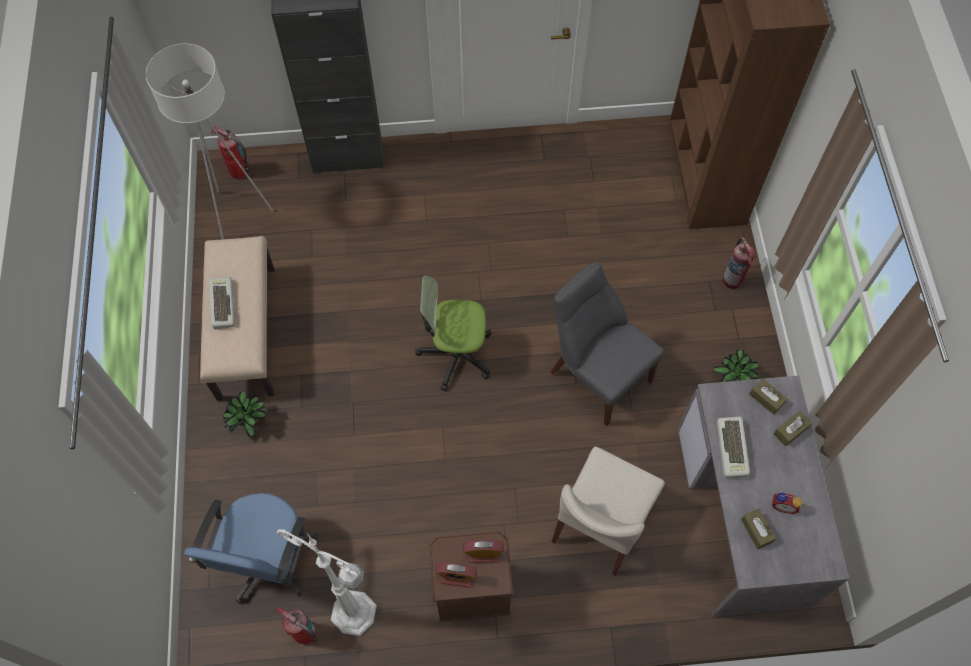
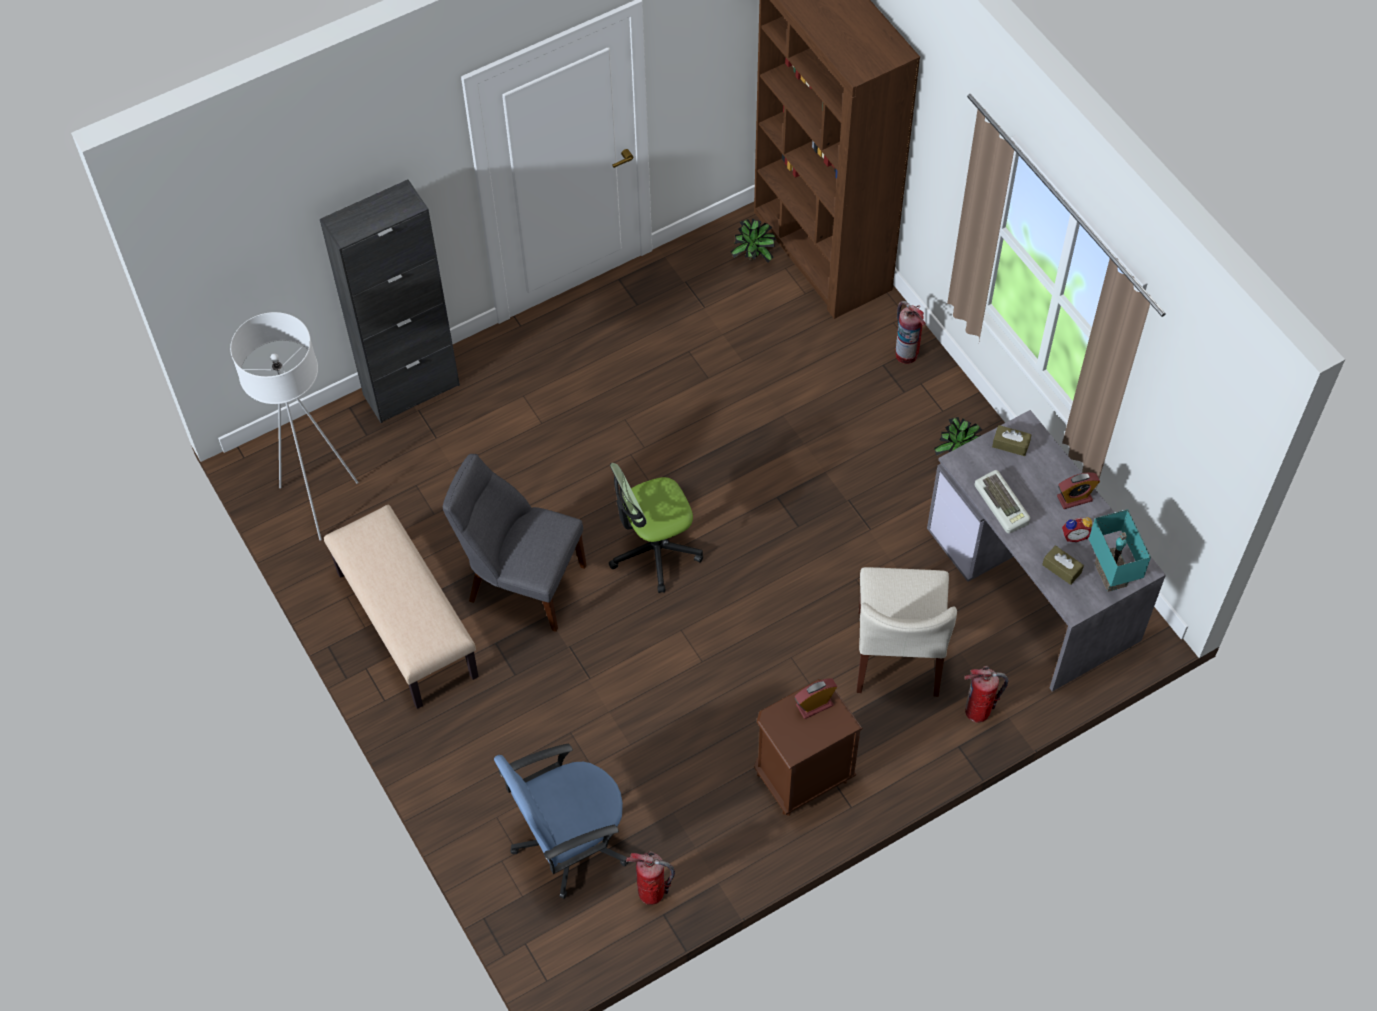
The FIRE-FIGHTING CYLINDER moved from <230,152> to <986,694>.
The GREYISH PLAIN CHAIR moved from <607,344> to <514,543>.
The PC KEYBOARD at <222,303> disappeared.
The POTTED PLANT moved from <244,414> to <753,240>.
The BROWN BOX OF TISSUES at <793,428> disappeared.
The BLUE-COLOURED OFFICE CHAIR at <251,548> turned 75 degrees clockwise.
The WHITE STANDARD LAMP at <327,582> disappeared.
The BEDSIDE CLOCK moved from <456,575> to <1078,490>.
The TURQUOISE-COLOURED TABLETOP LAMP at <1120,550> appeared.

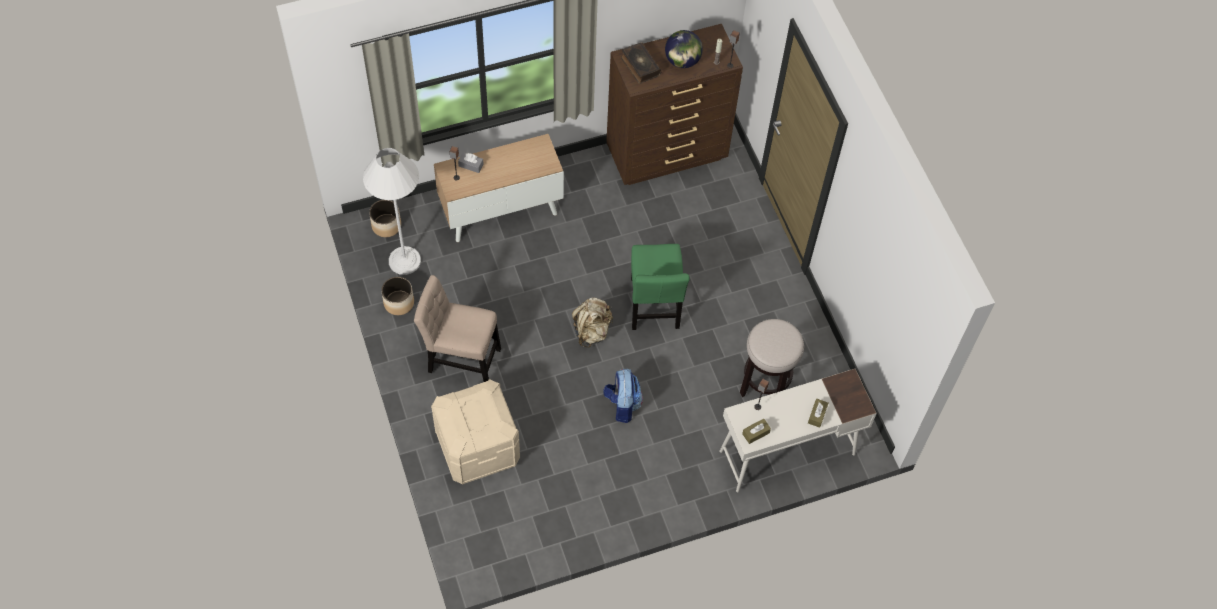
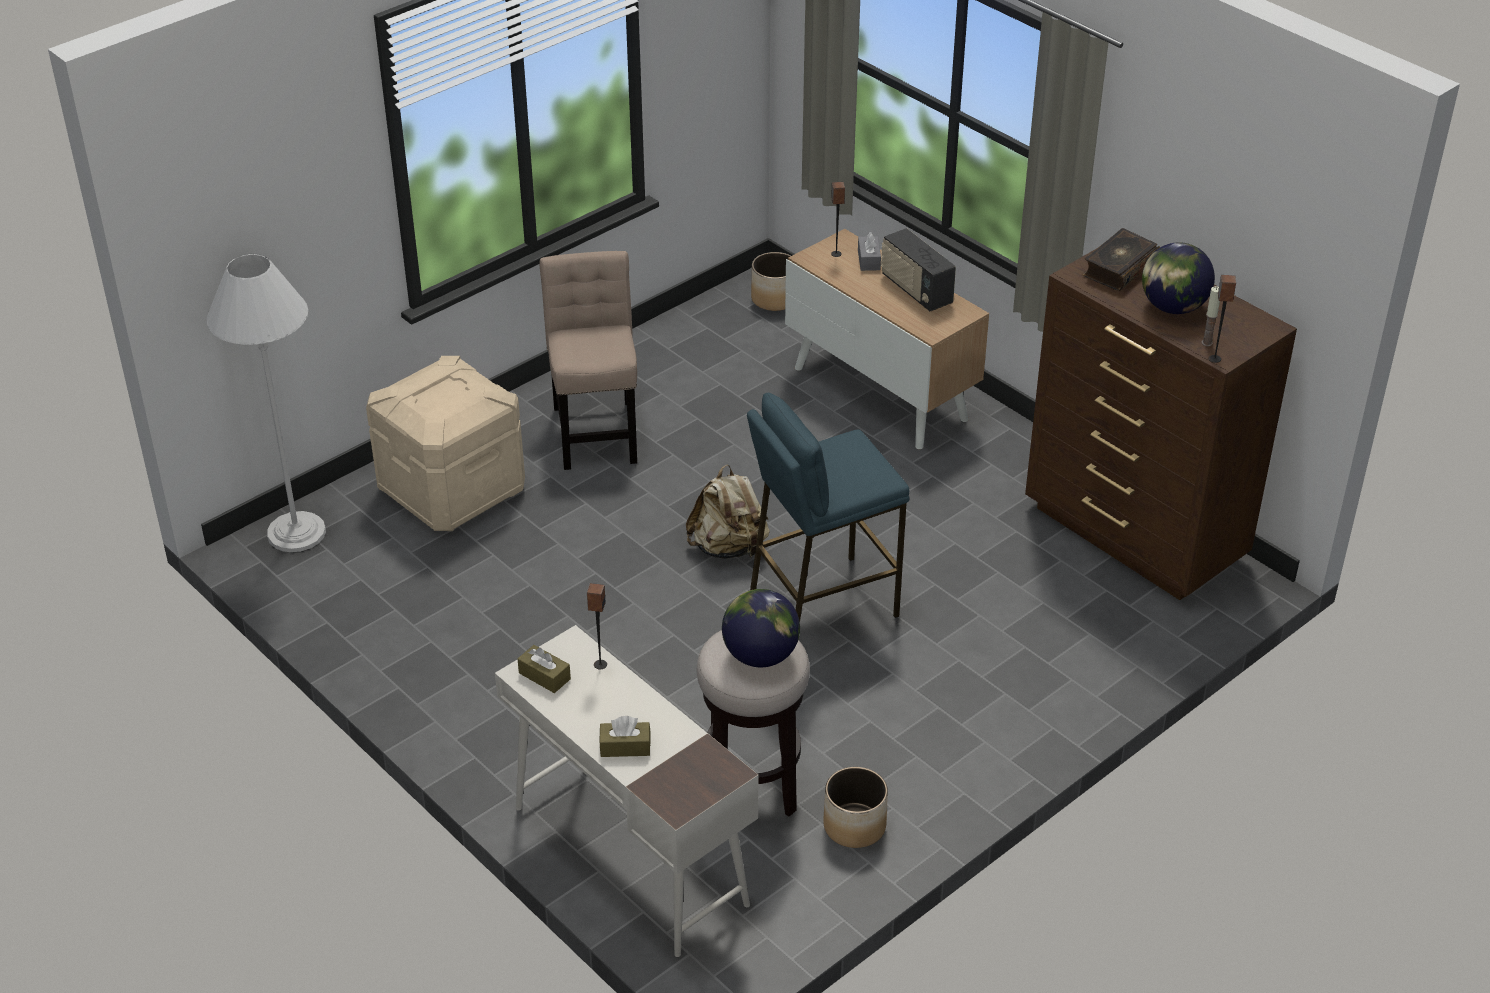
The WHITE STANDARD LAMP moved from <392,211> to <266,403>.
The GREEN-COLOURED PLAIN CHAIR at <660,287> was replaced by the BLUE-COLOURED STOOL SEAT at <828,507>.
The PLANT POT moved from <397,296> to <855,807>.
The KNAPSACK at <623,396> disappeared.
The RADIO RECEIVER at <918,270> appeared.
The GLOBE at <761,628> appeared.

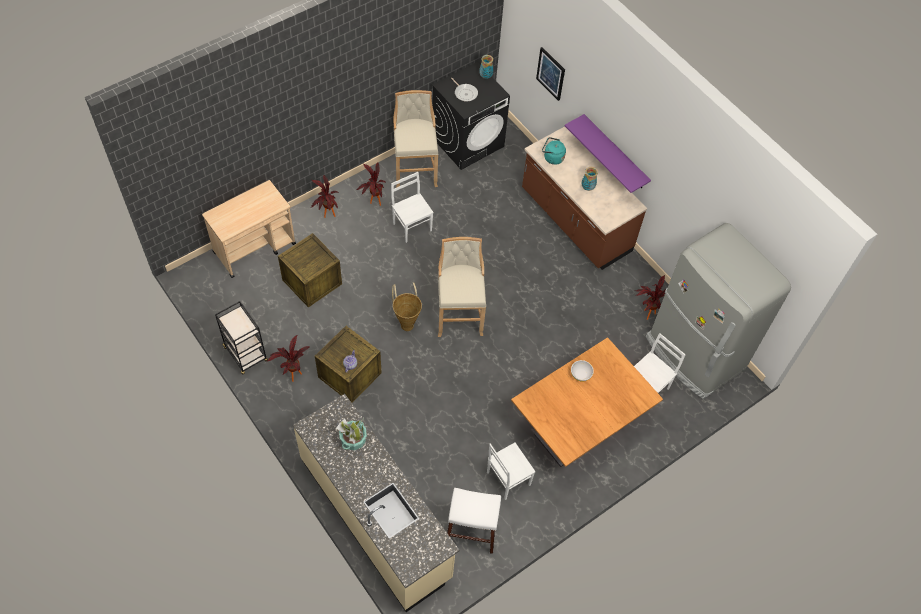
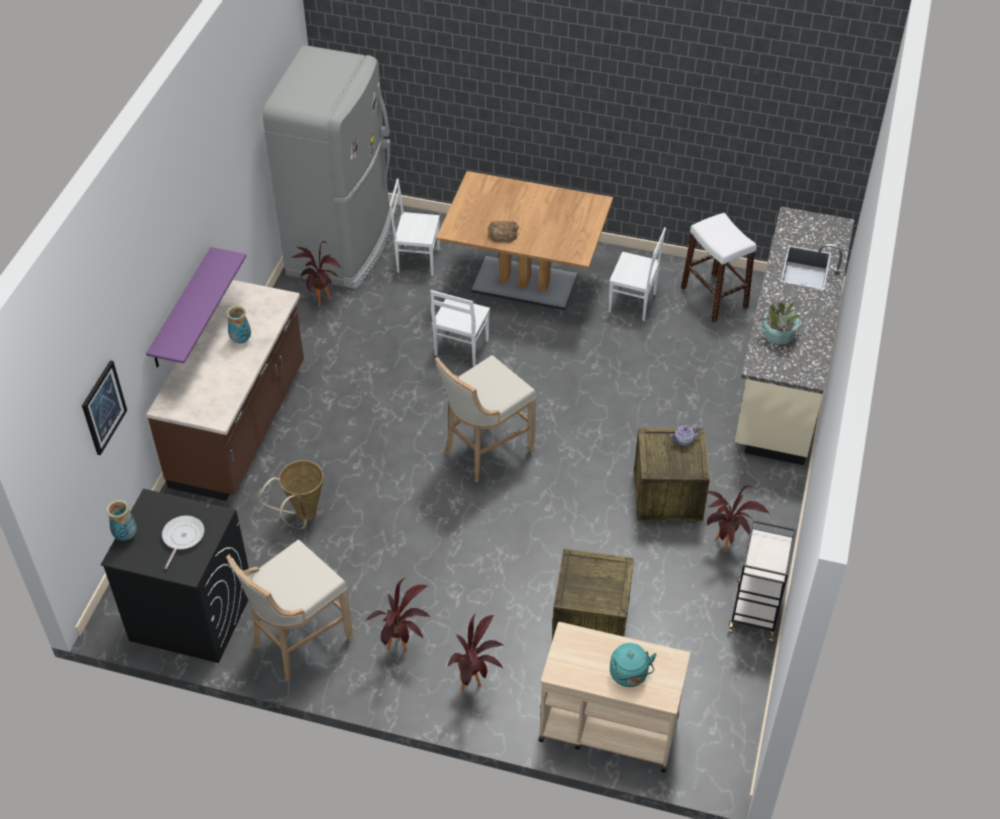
The TURQUOISE-COLOURED KETTLE moved from <554,151> to <633,665>.
The WHITE PLAIN CHAIR moved from <412,207> to <460,328>.
The STORAGE BASKET moved from <407,306> to <291,494>.
The WHITE SERVING BOWL at <582,371> was replaced by the BAKERY BREAD at <503,231>.

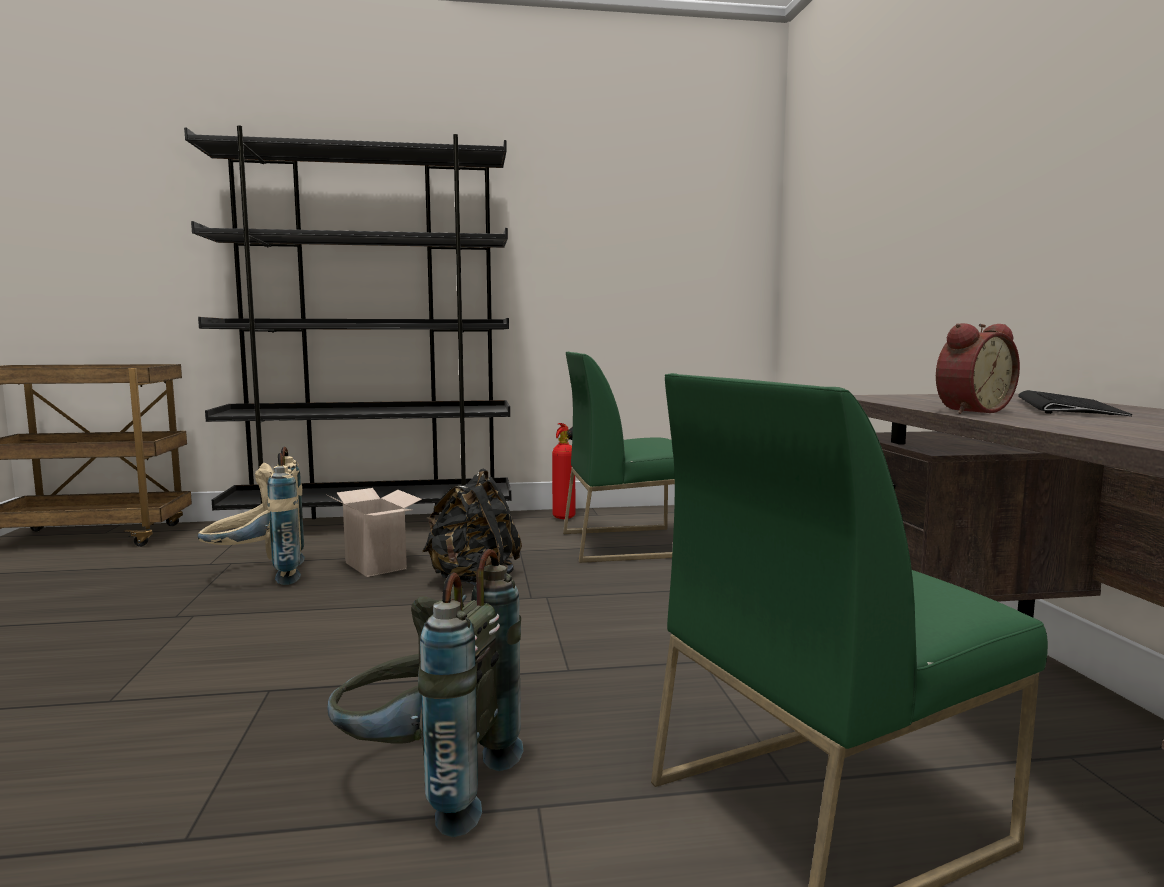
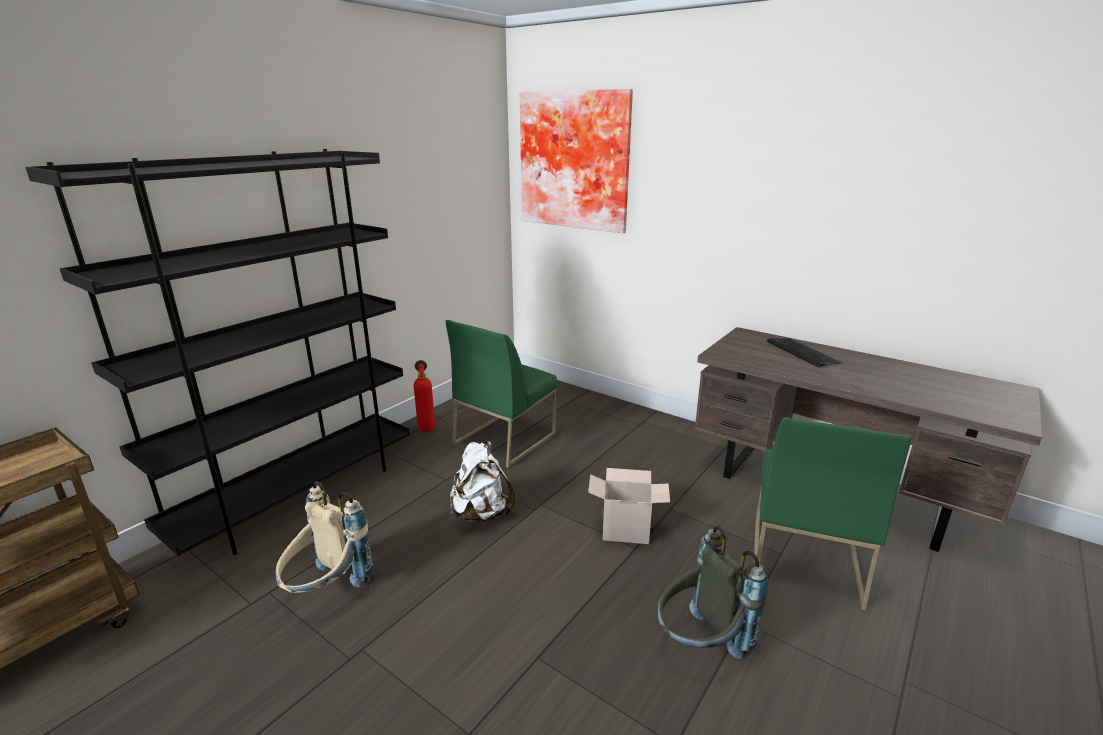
The BEDSIDE CLOCK at <978,368> disappeared.
The BLACKISH KNAPSACK at <472,527> became the WHITE KNAPSACK at <482,481>.
The PACKING BOX moved from <374,532> to <629,506>.
The WALL PICTURE at <576,161> appeared.

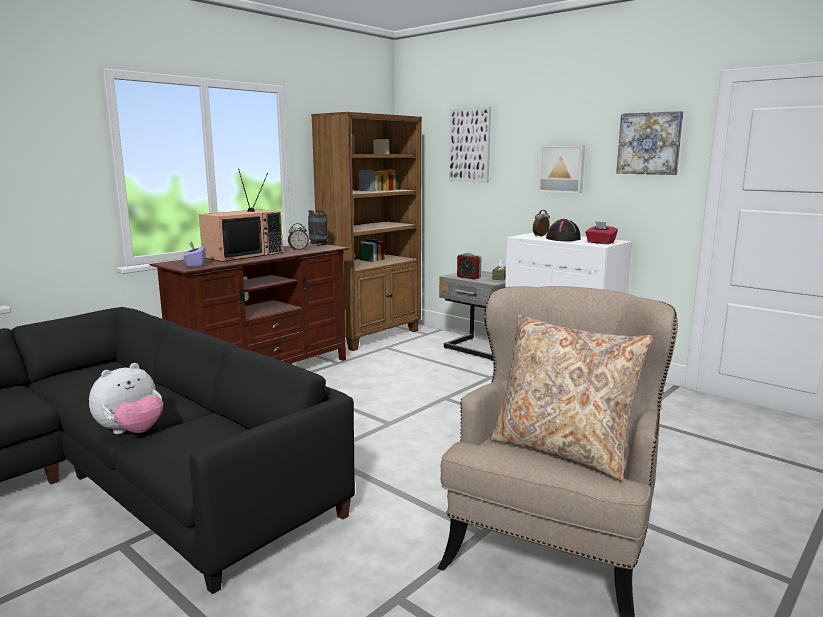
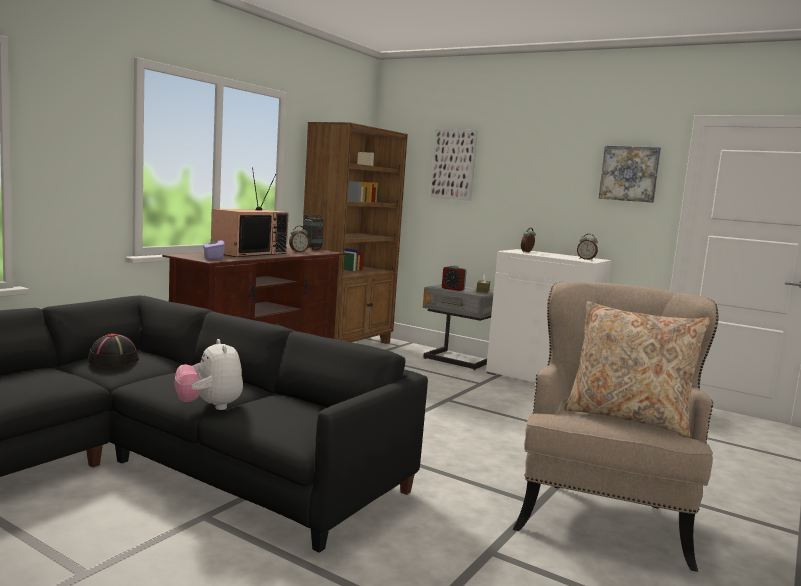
The WALL PICTURE at <561,169> disappeared.
The BLACKISH HAT moved from <563,230> to <113,350>.
The REDDISH BOX OF TISSUES at <601,232> was replaced by the BEDSIDE CLOCK at <587,247>.
The CUDDLY TOY at <126,398> turned 120 degrees clockwise.

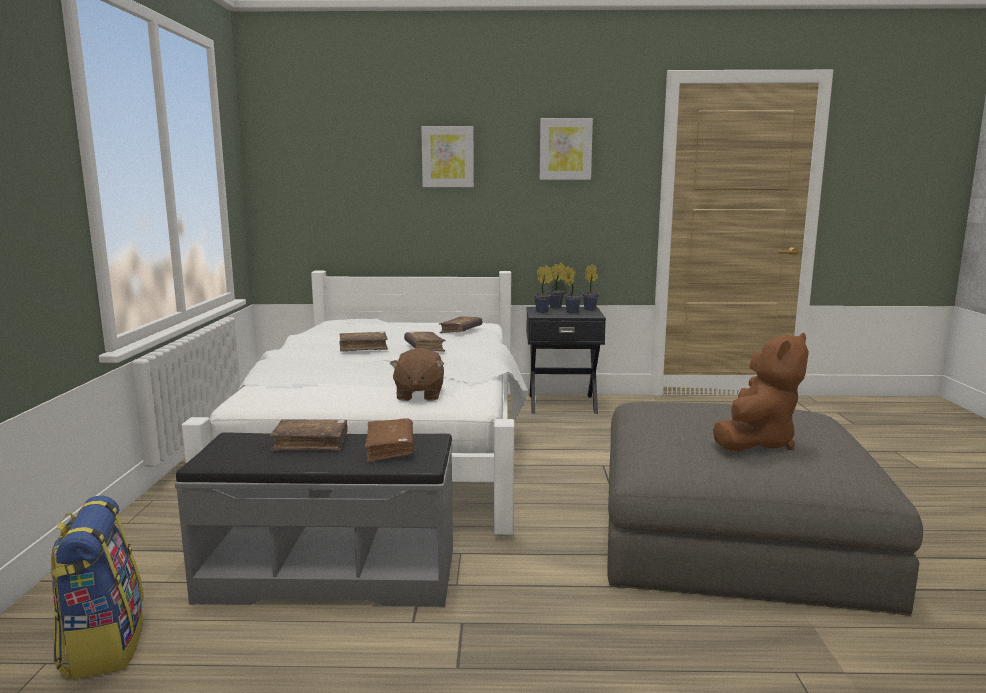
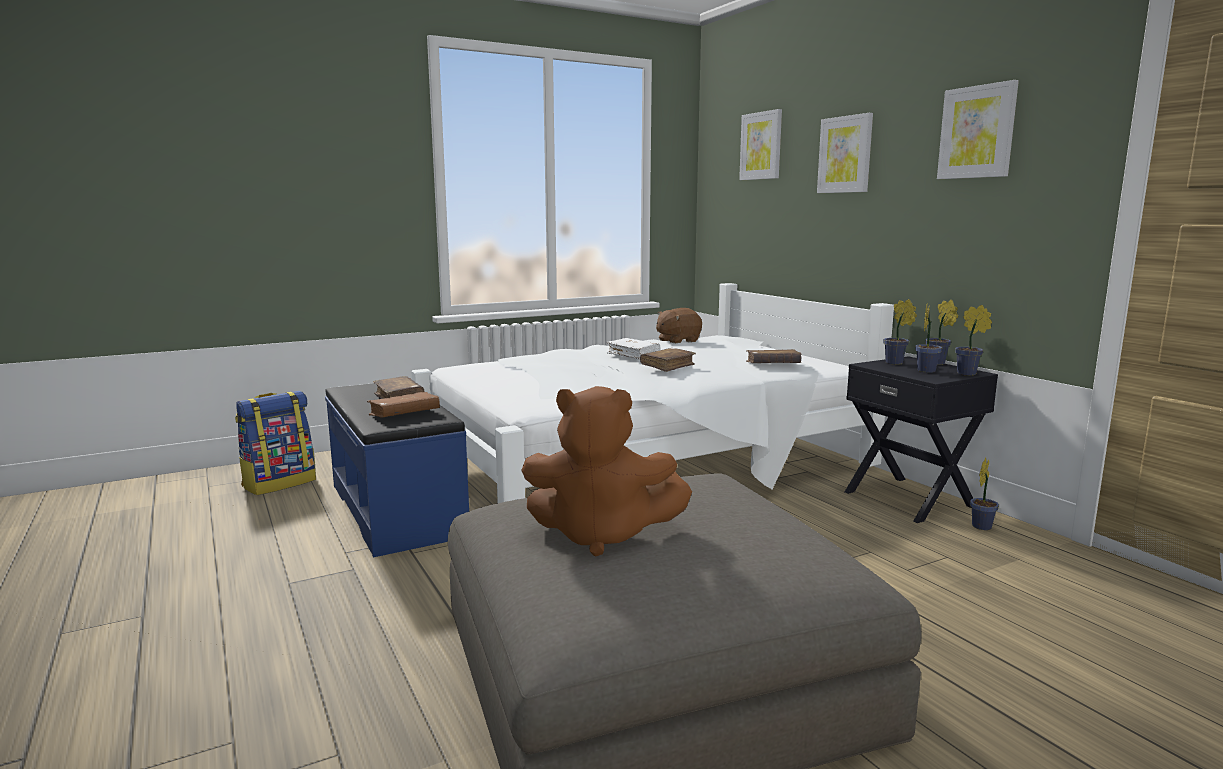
The BROWN BOUND BOOK at <363,342> became the WHITE BOUND BOOK at <634,349>.
The BROWN CUDDLY TOY moved from <417,374> to <679,325>.
The GREYISH INDOOR BENCH at <314,519> became the BLUE-COLOURED INDOOR BENCH at <397,470>.
The WALL PICTURE at <760,144> appeared.
The POTTED PLANT at <984,494> appeared.

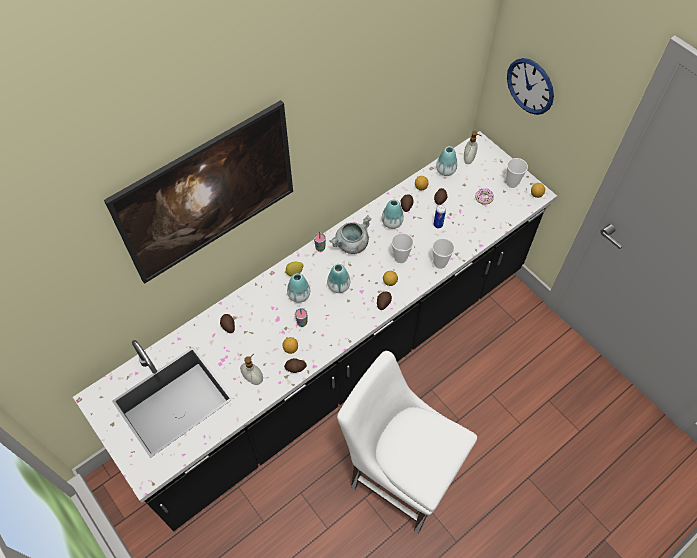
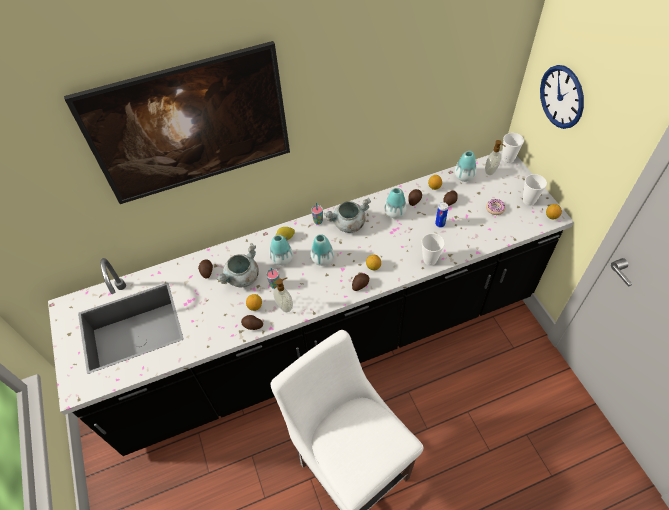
The CUP moved from <402,248> to <513,148>.
The SOAP BOTTLE moved from <251,369> to <283,295>.
The GREYISH STOCKPOT at <237,265> appeared.

